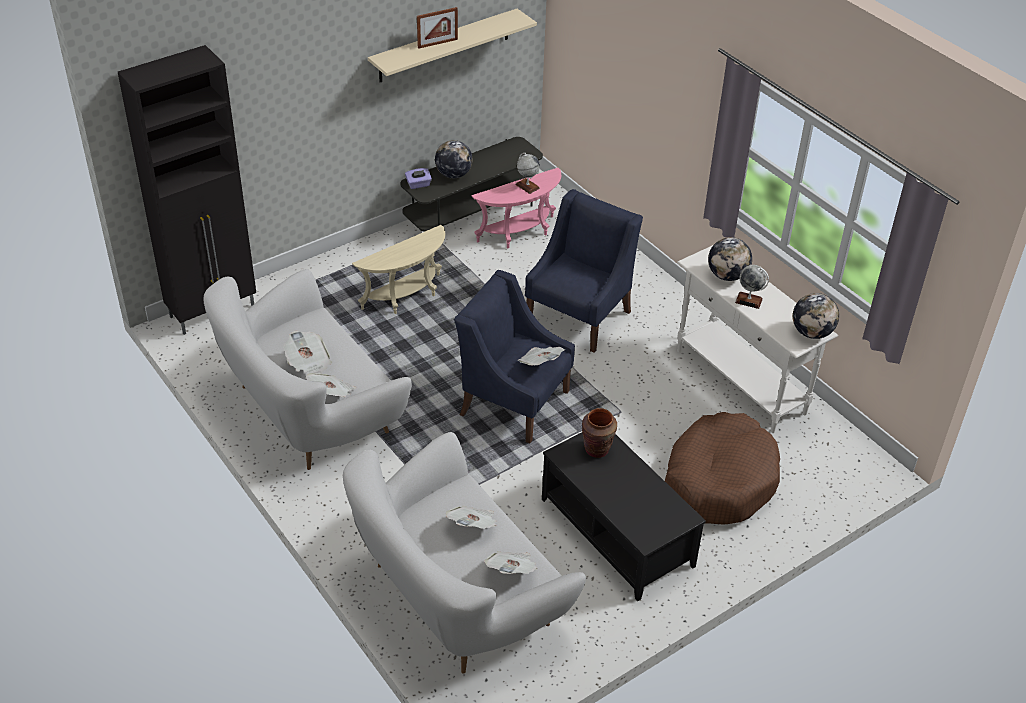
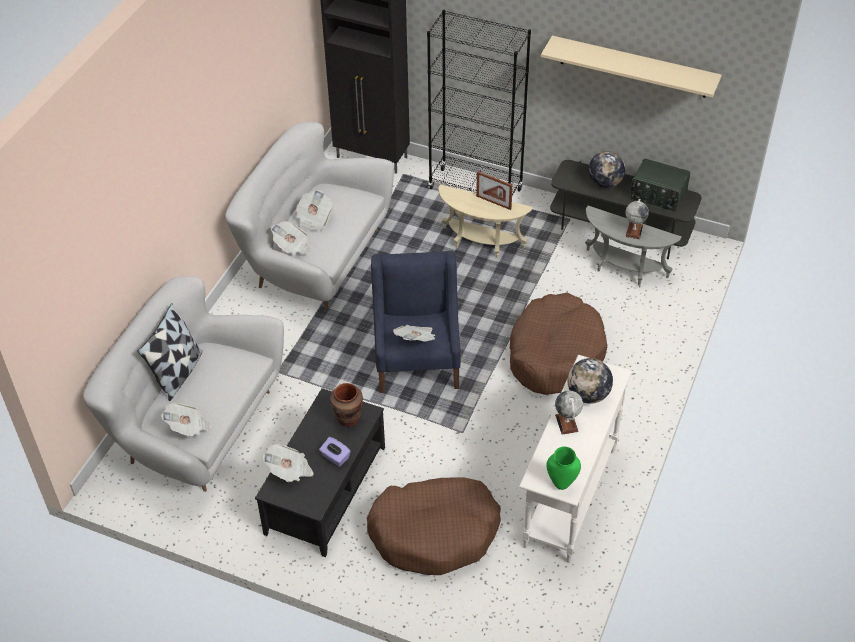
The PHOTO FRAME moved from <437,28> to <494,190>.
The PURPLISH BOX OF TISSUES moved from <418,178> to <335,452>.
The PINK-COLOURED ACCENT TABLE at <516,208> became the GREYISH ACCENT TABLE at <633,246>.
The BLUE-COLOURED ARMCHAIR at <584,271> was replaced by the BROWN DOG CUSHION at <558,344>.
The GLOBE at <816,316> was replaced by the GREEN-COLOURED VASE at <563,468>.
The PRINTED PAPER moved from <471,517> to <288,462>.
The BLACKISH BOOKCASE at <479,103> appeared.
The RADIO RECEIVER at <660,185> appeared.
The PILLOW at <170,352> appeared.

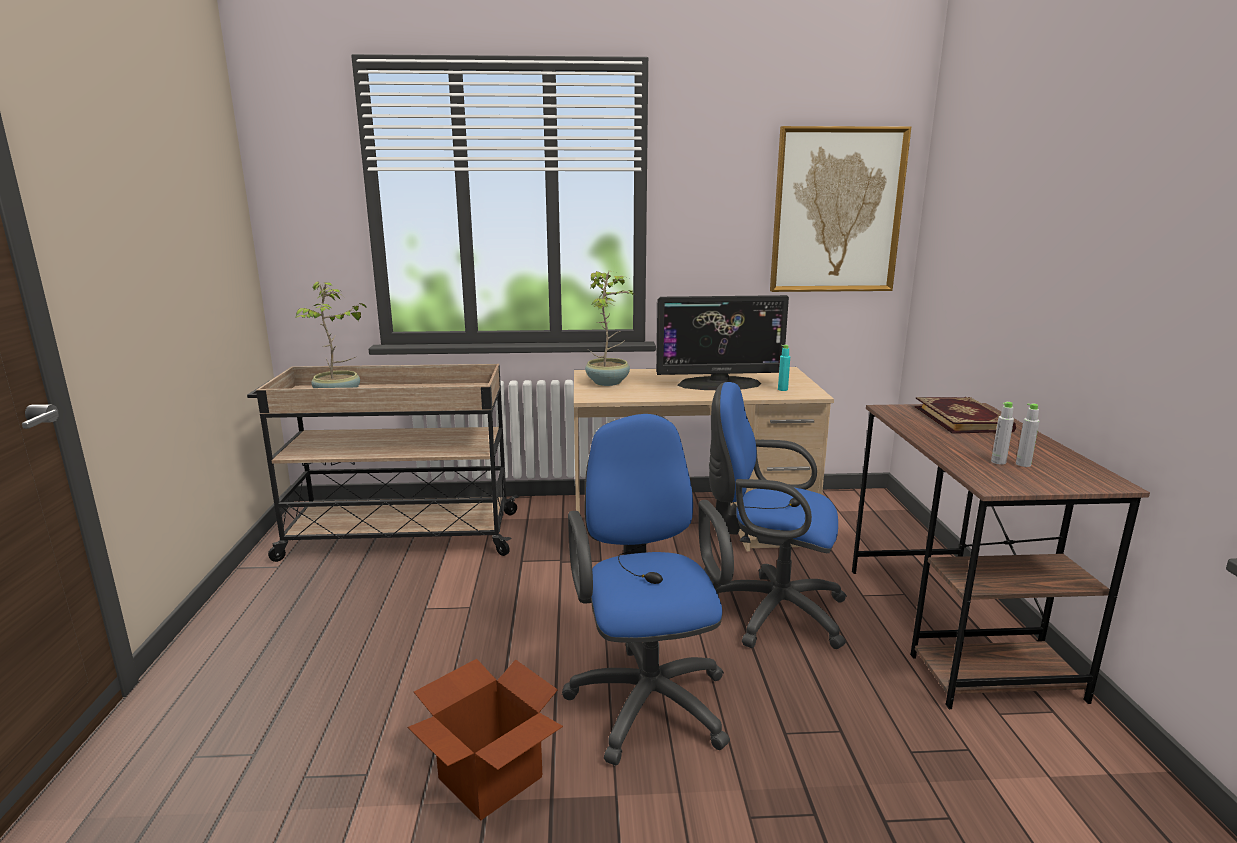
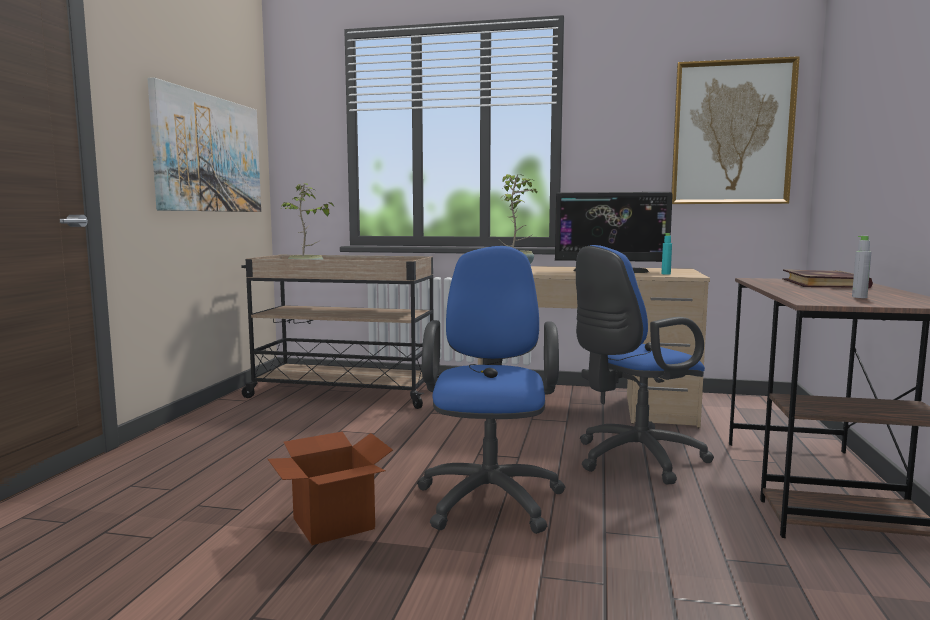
The BLUE-COLOURED OFFICE CHAIR at <778,515> turned 60 degrees counterclockwise.
The GREYISH BOTTLE at <1002,433> disappeared.
The WALL PICTURE at <204,144> appeared.

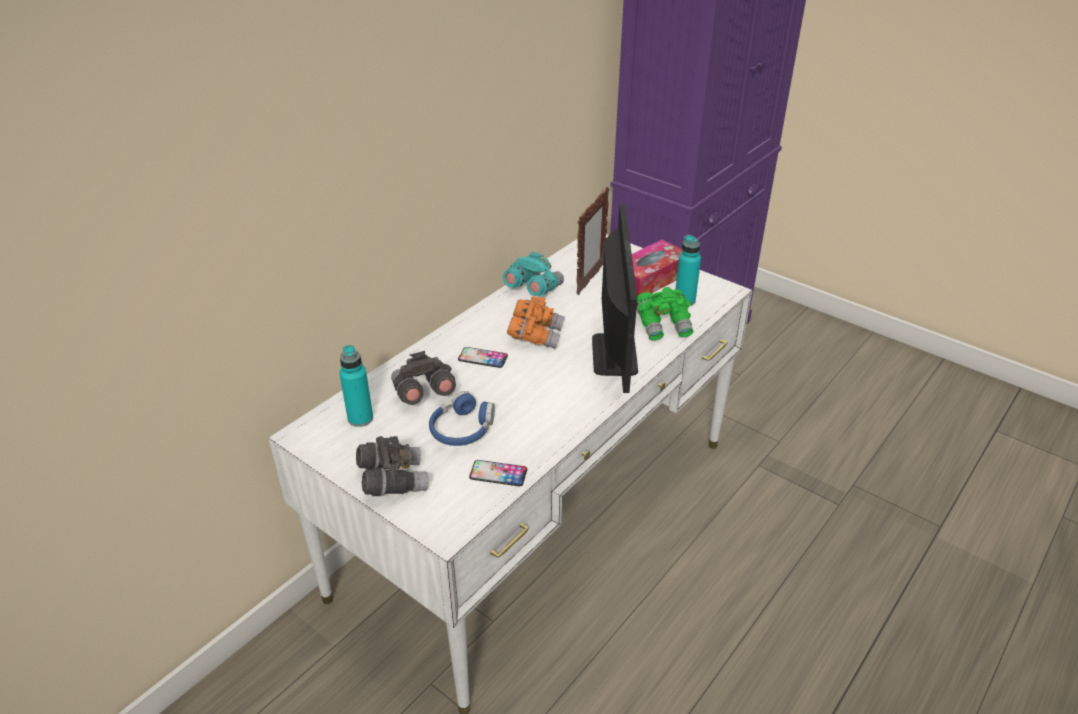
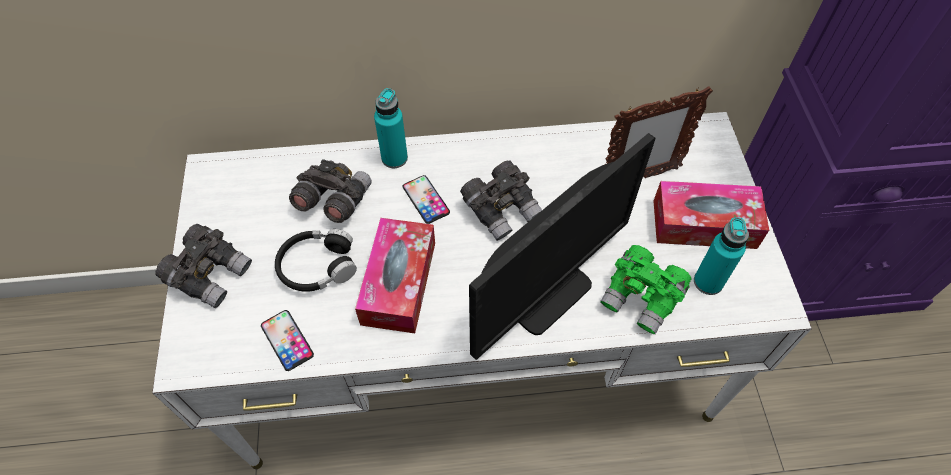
The TURQUOISE-COLOURED BINOCULARS at <533,273> disappeared.
The ORANGE BINOCULARS at <536,322> became the GREYISH BINOCULARS at <501,200>.
The TURQUOISE-COLOURED BOTTLE moved from <356,386> to <391,128>.
The BLUE-COLOURED PAIR OF HEADPHONES at <462,418> became the BLACKISH PAIR OF HEADPHONES at <316,260>.
The BOX OF TISSUES at <395,275> appeared.

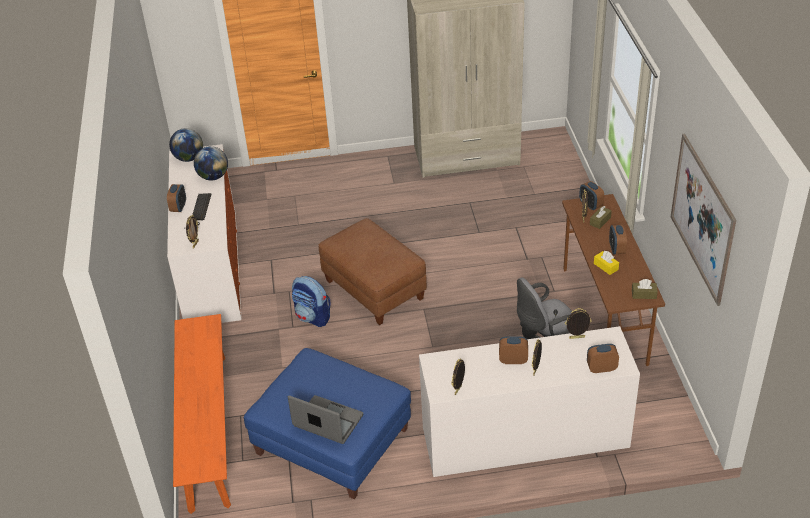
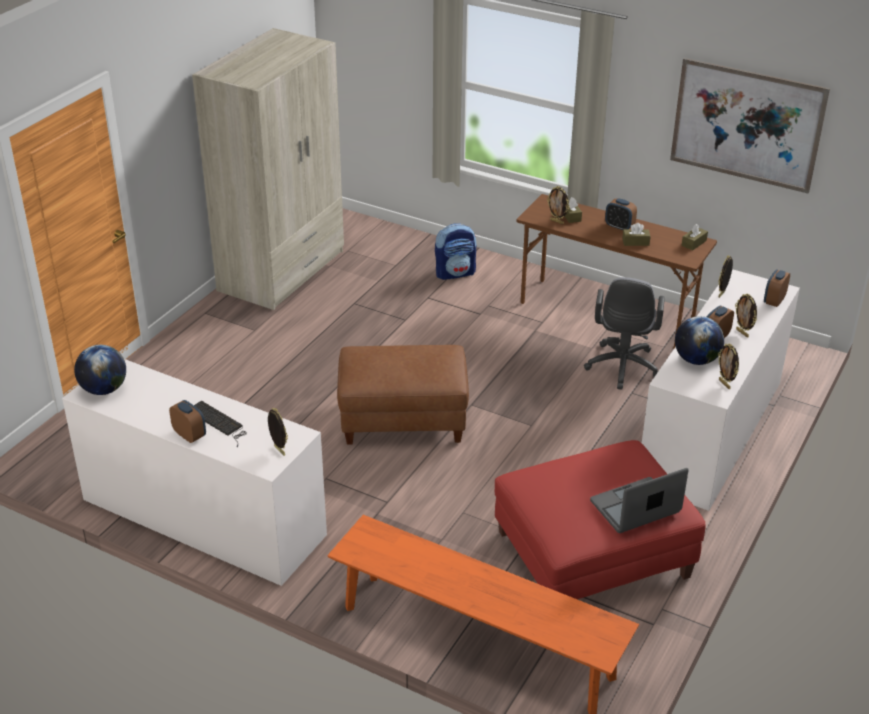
The GLOBE moved from <211,163> to <699,340>.
The BEDSIDE CLOCK at <591,195> disappeared.
The YELLOW BOX OF TISSUES at <606,263> became the BROWN BOX OF TISSUES at <636,234>.
The KNAPSACK moved from <311,301> to <455,251>.
The BLUE-COLOURED POUFFE at <327,423> became the REDDISH POUFFE at <600,519>.

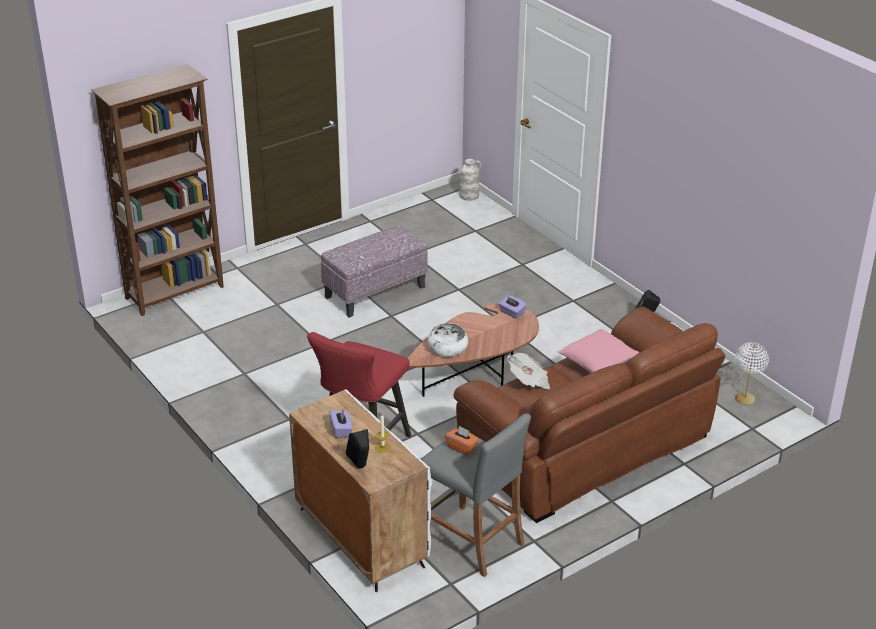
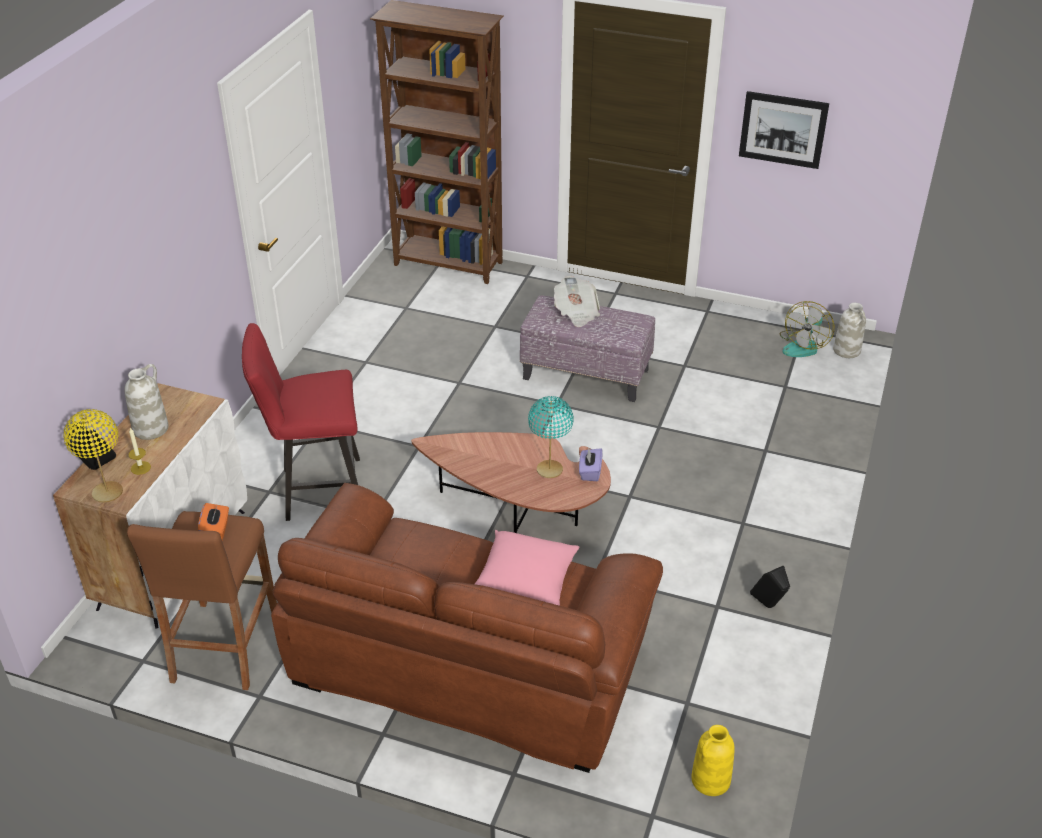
The WHITE SERVING BOWL at <448,340> disappeared.
The WHITE TABLETOP LAMP at <752,373> was replaced by the YELLOW VASE at <713,760>.
The PRINTED PAPER moved from <528,371> to <577,301>.
The PURPLISH BOX OF TISSUES at <341,424> was replaced by the WHITE VASE at <146,402>.
The GREYISH STOOL SEAT at <476,495> became the BROWN STOOL SEAT at <202,600>.
The WALL PICTURE at <784,130> appeared.
The FAN at <807,329> appeared.
The TURQUOISE-COLOURED TABLETOP LAMP at <551,437> appeared.
The YELLOW TABLETOP LAMP at <93,456> appeared.

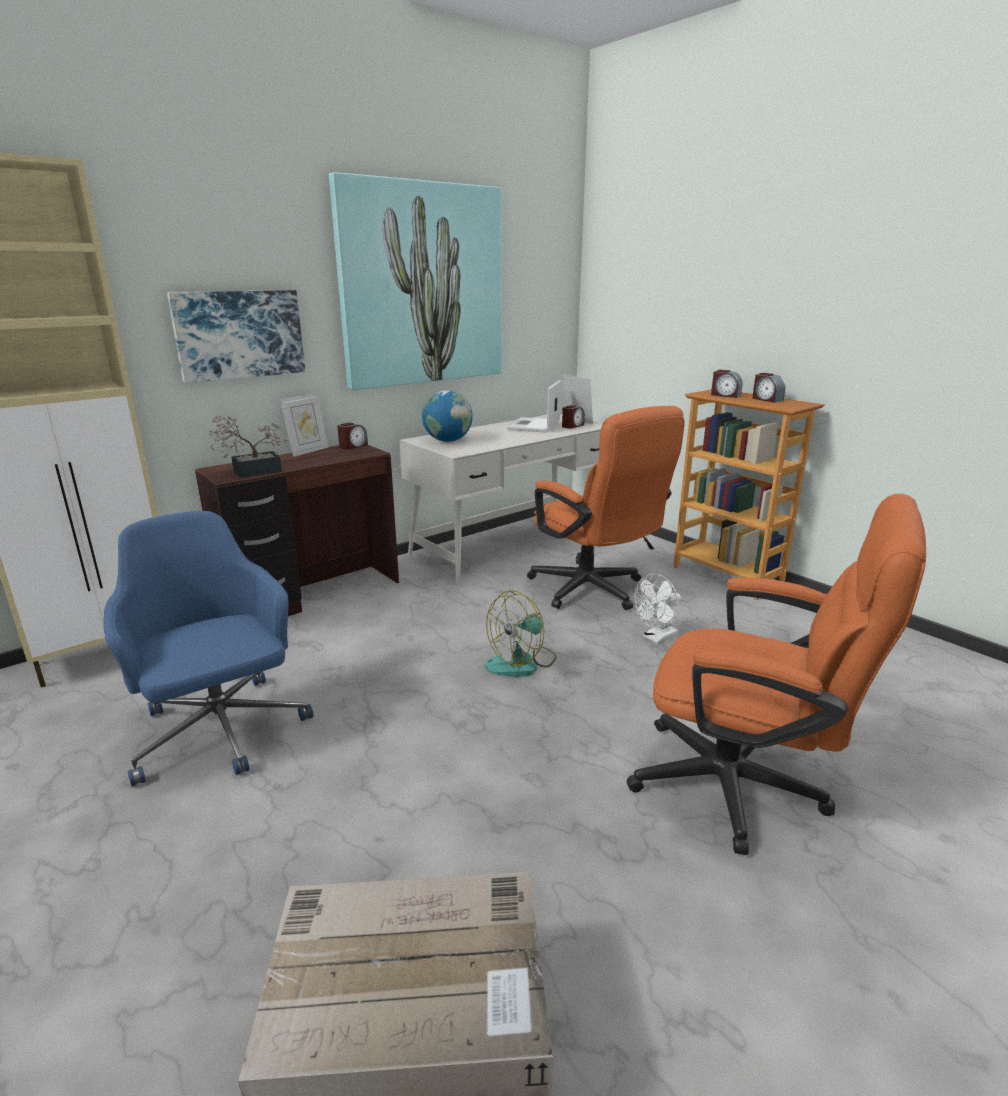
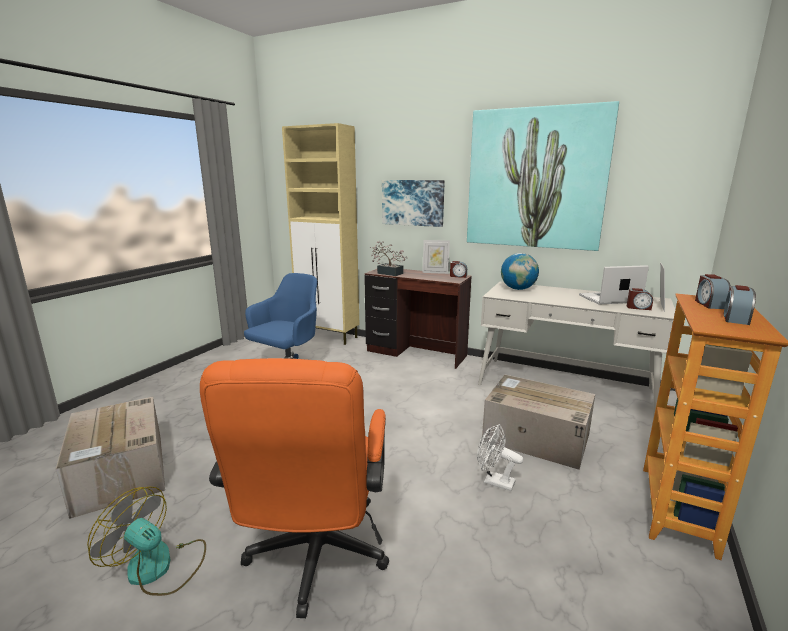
The ORANGE OFFICE CHAIR at <606,508> was replaced by the PACKING BOX at <538,422>.
The FAN moved from <520,633> to <146,541>.

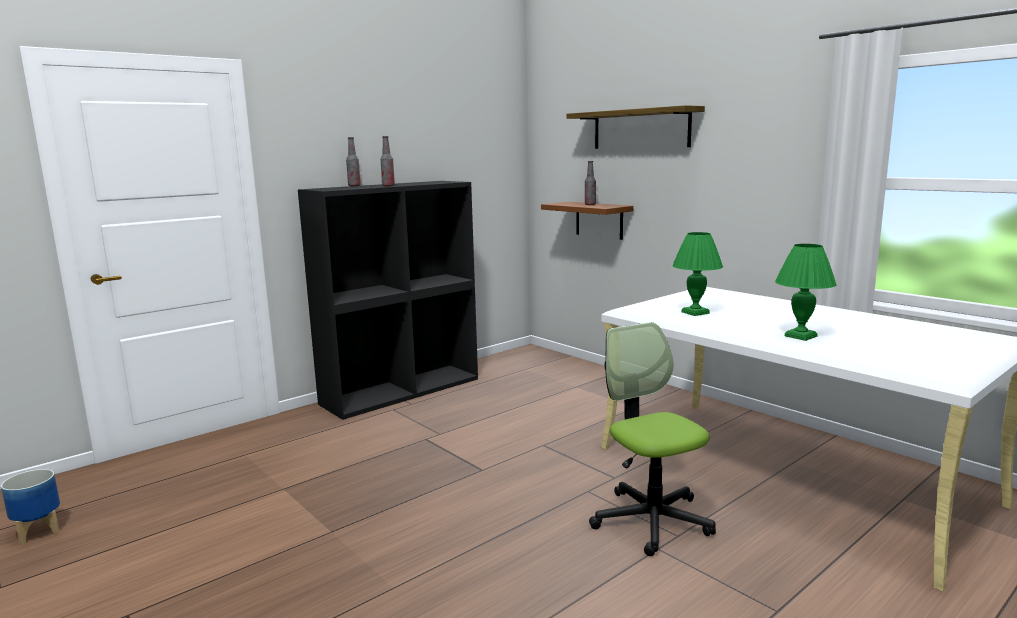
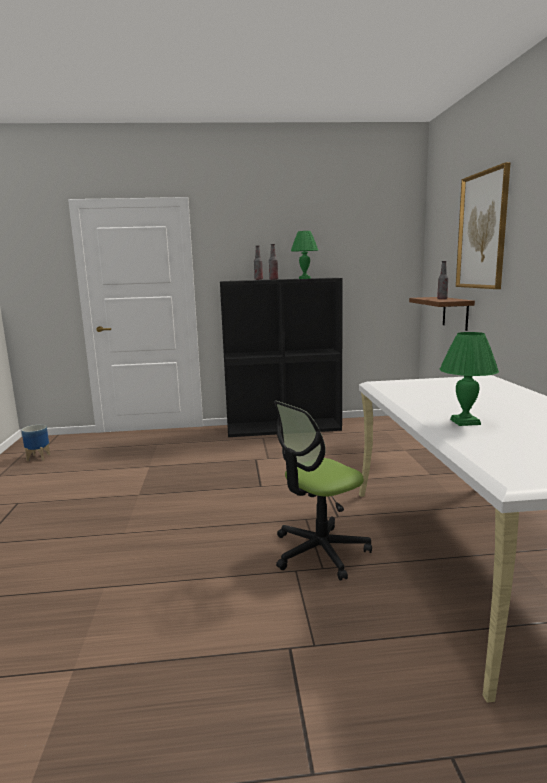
The WALL SHELF at <635,127> was replaced by the WALL PICTURE at <483,225>.
The GREEN-COLOURED TABLETOP LAMP moved from <697,274> to <304,255>.
The OFFICE CHAIR at <652,439> turned 135 degrees counterclockwise.

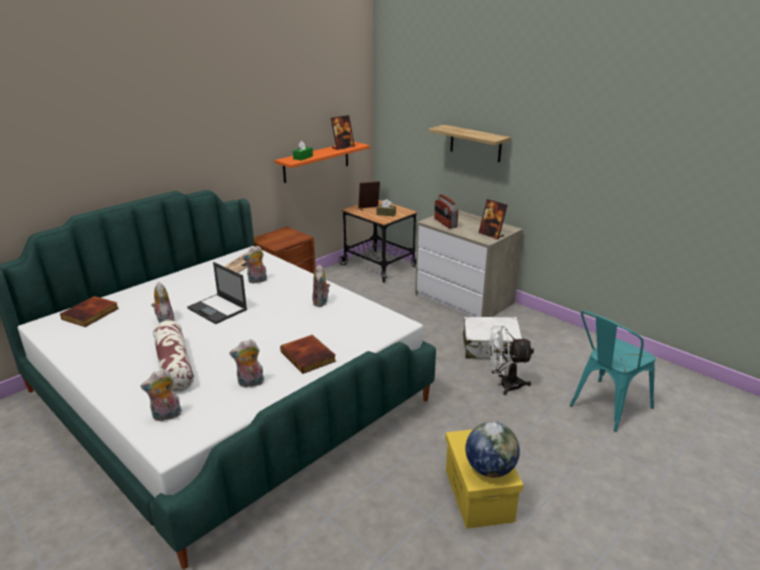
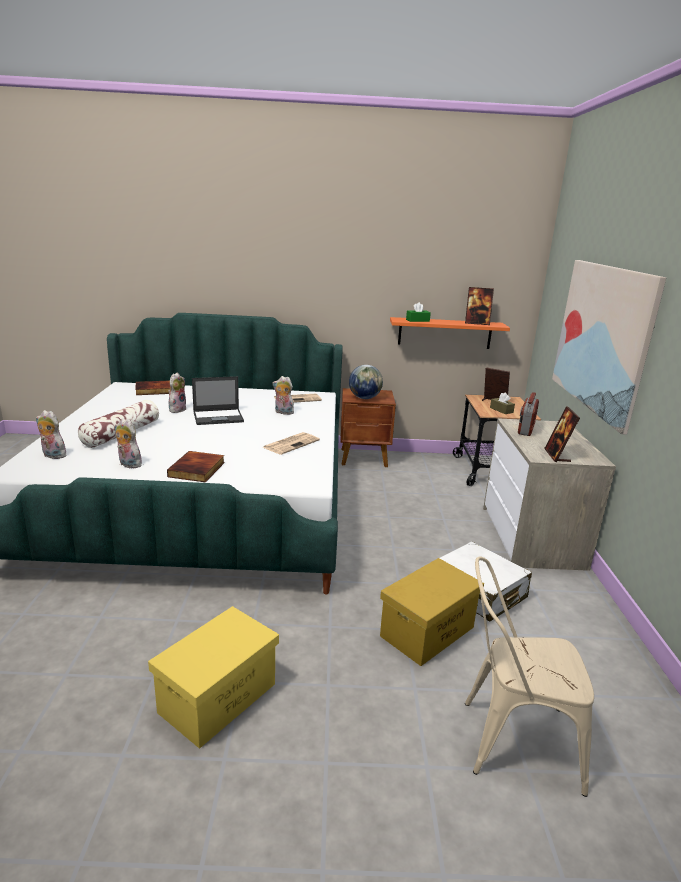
The WALL SHELF at <470,143> was replaced by the WALL PICTURE at <609,347>.
The PORTABLE COMPUTER at <217,293> turned 105 degrees counterclockwise.
The CUDDLY TOY at <321,285> was replaced by the PRINTED PAPER at <291,443>.
The TURQUOISE-COLOURED PLAIN CHAIR at <612,371> became the BEIGE PLAIN CHAIR at <529,676>.
The WHITE FAN at <511,360> was replaced by the YELLOW STORAGE BOX at <432,612>.
The GLOBE moved from <493,450> to <366,382>.

